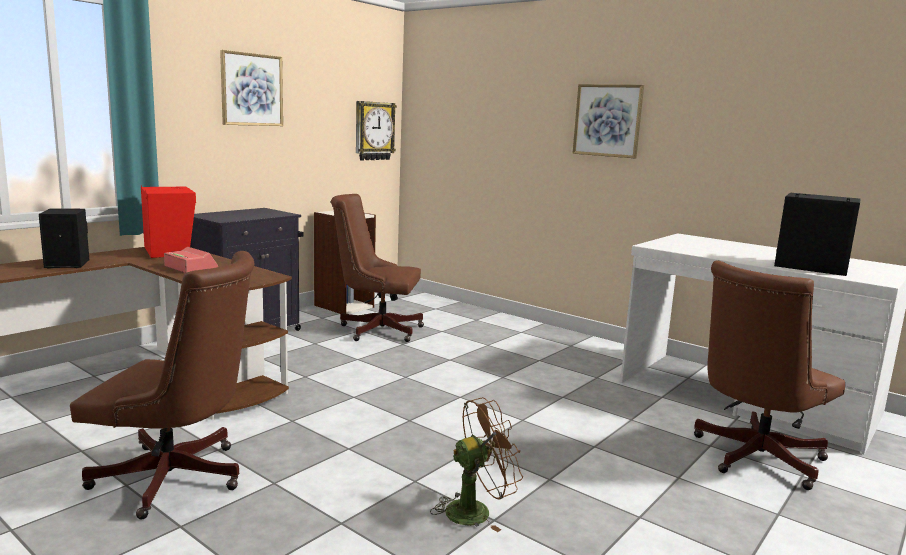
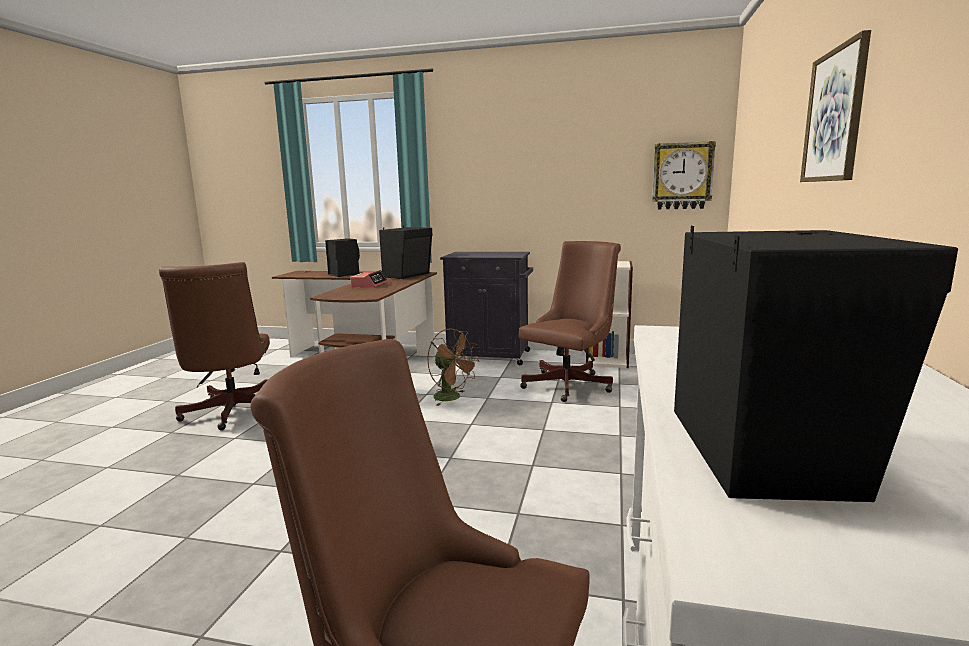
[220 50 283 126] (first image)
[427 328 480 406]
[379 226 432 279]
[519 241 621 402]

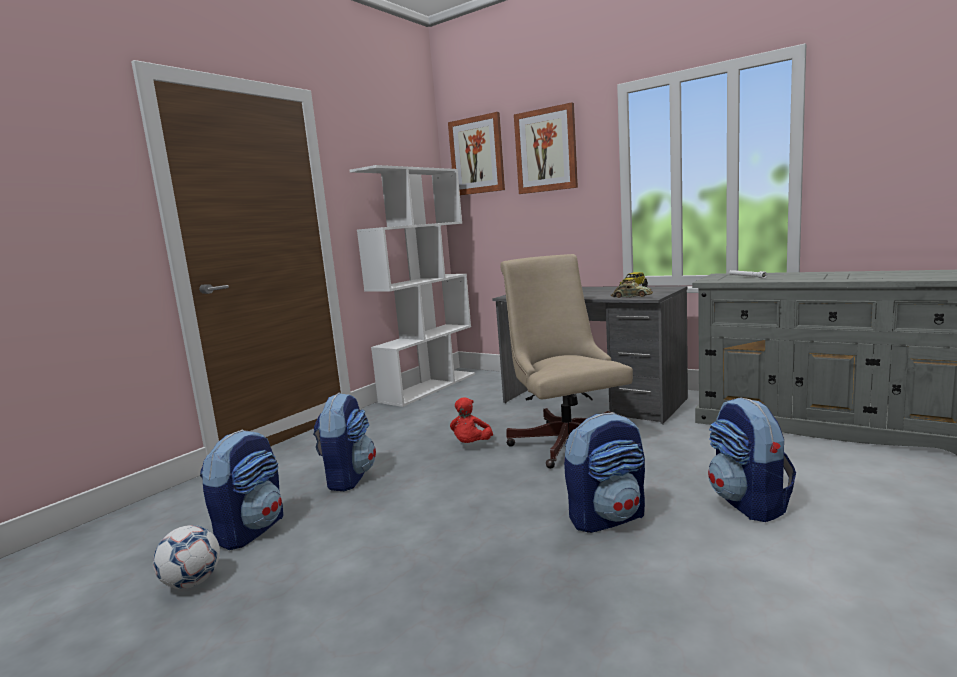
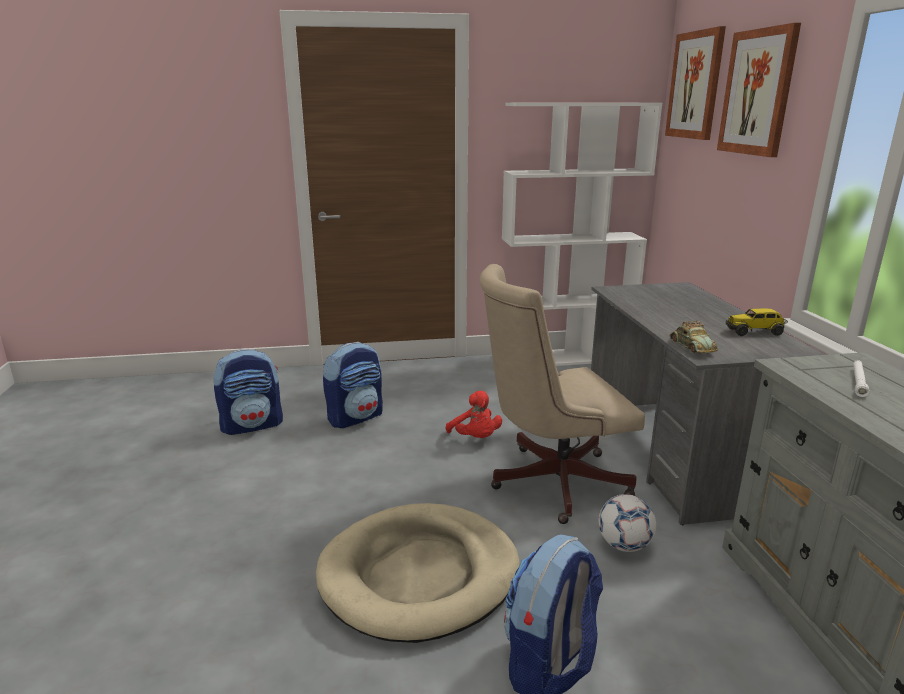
[599 494 656 552]
[316 503 520 643]
[446 391 502 438]
[479 264 645 524]

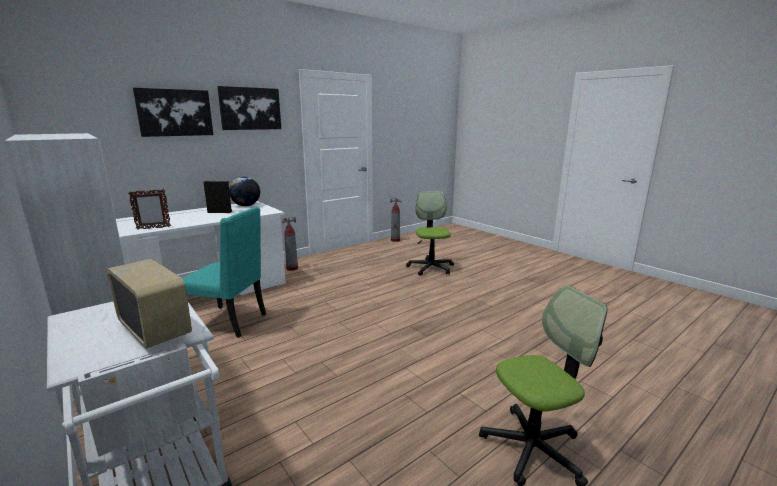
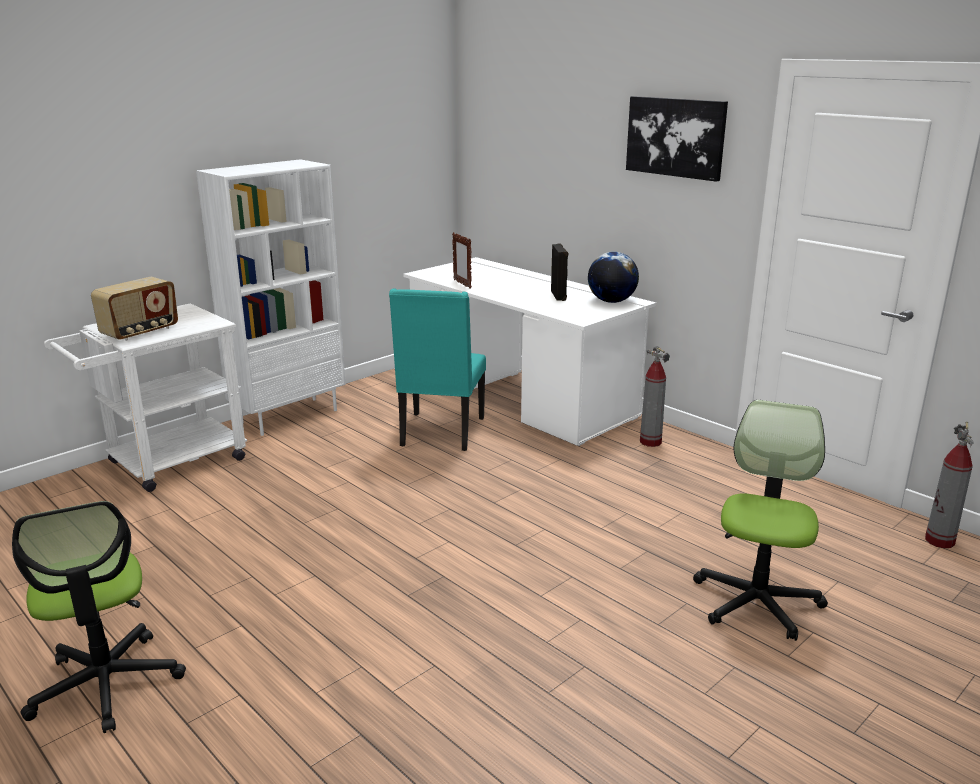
[133 88 213 137] (first image)
[693 400 828 641]

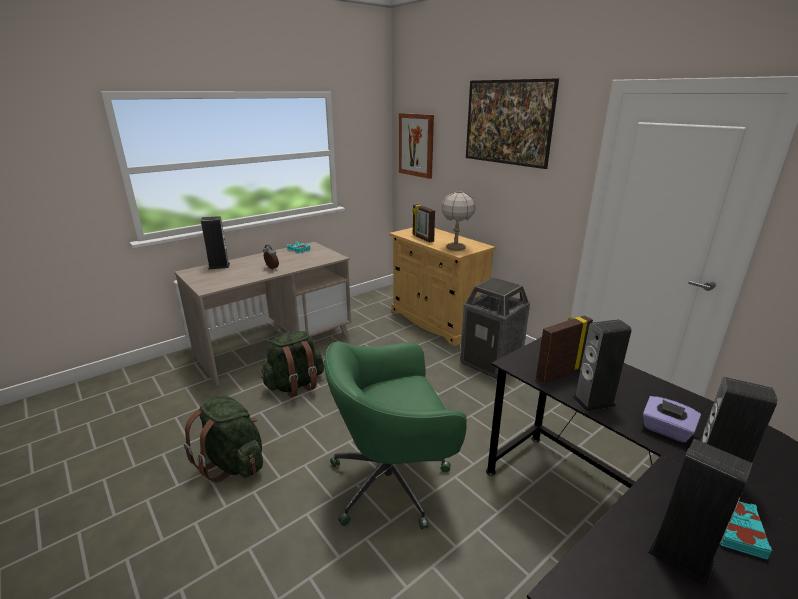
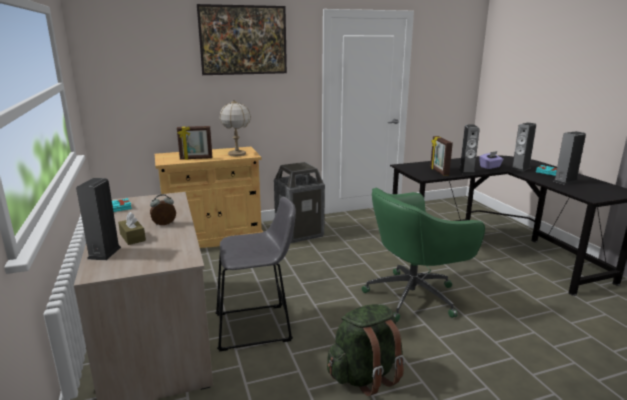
[399 113 434 179] (first image)
[118 212 146 245]
[215 197 296 351]
[362 188 485 322]

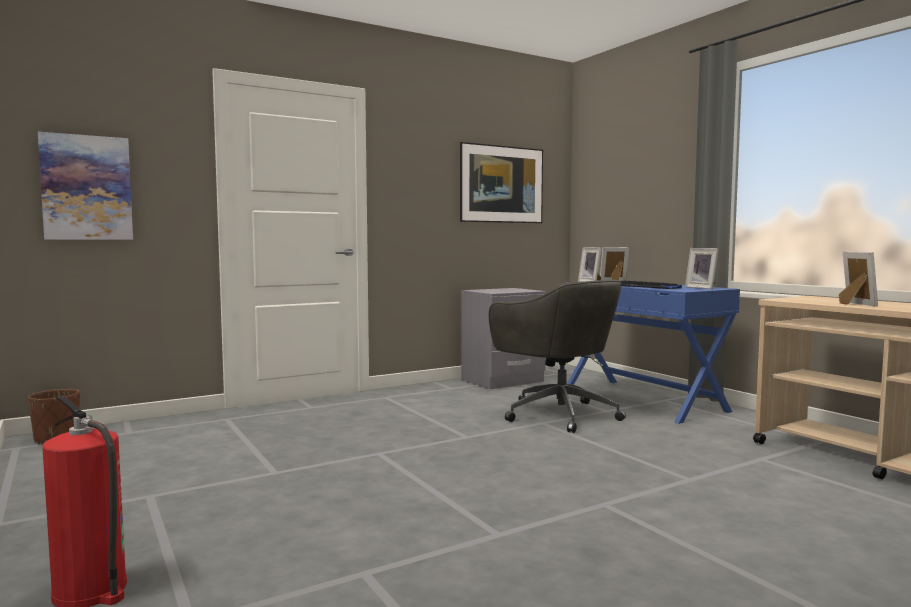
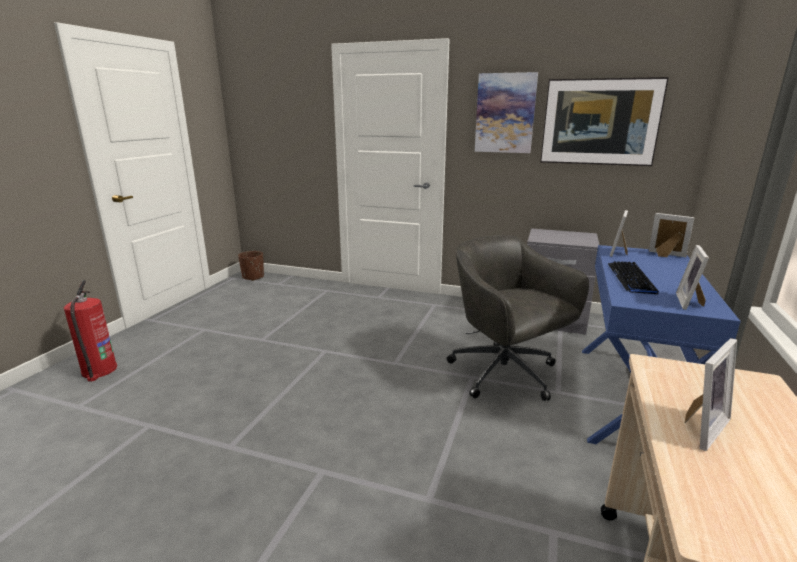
[475 72 538 153]
[447 235 589 401]

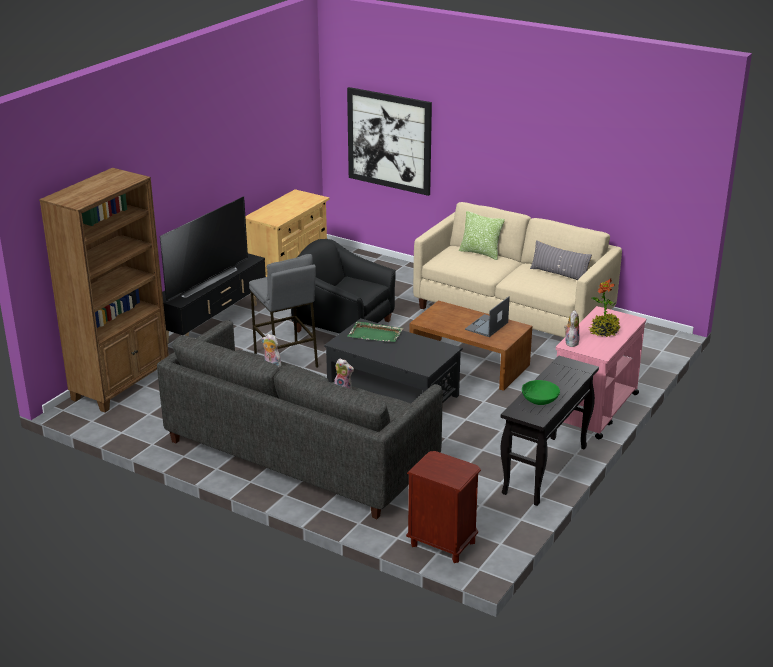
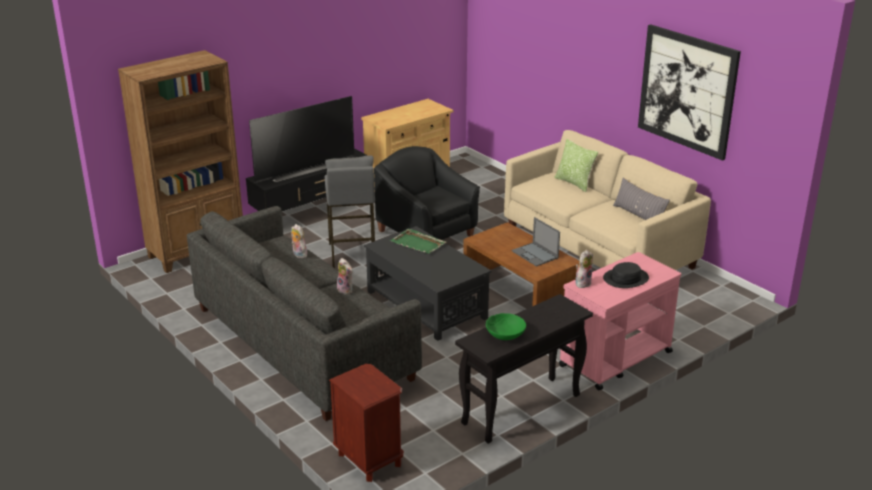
[638 24 741 161]
[603 262 649 288]
[512 217 560 267]

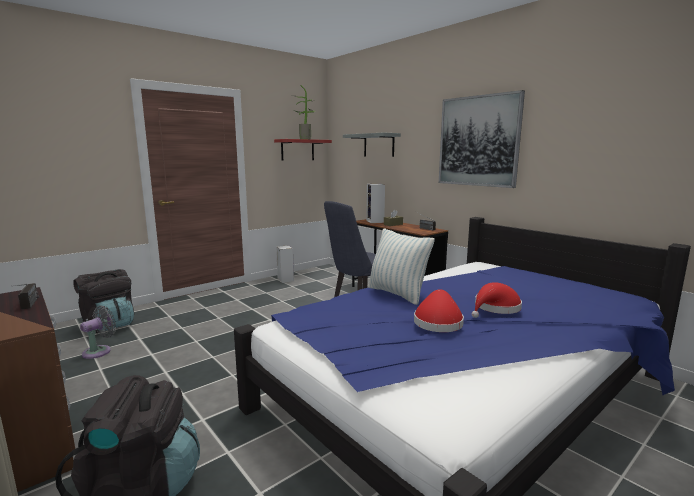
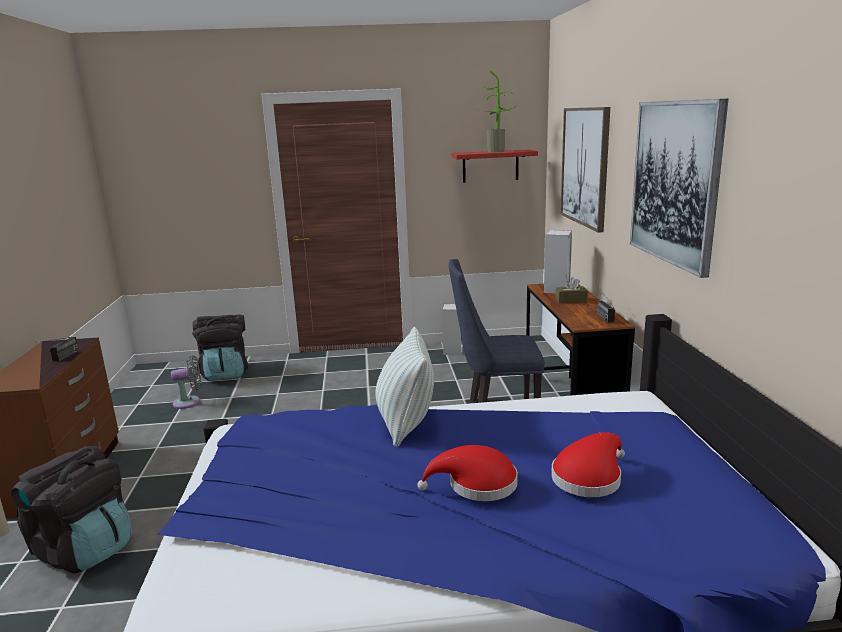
[551 432 625 497]
[560 107 610 233]

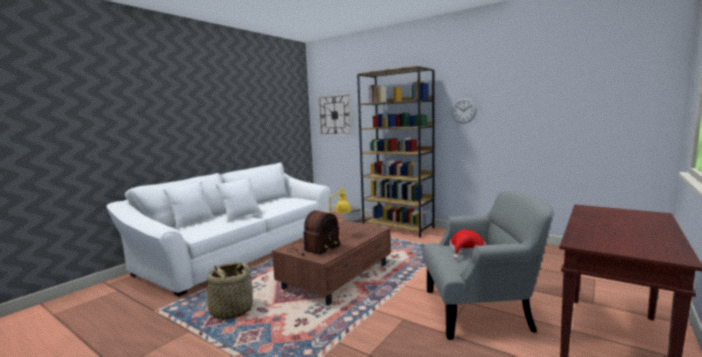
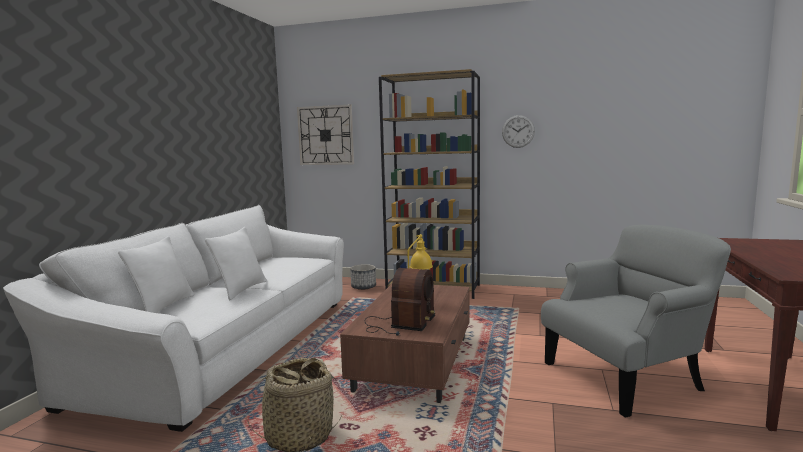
[450 230 486 260] (first image)

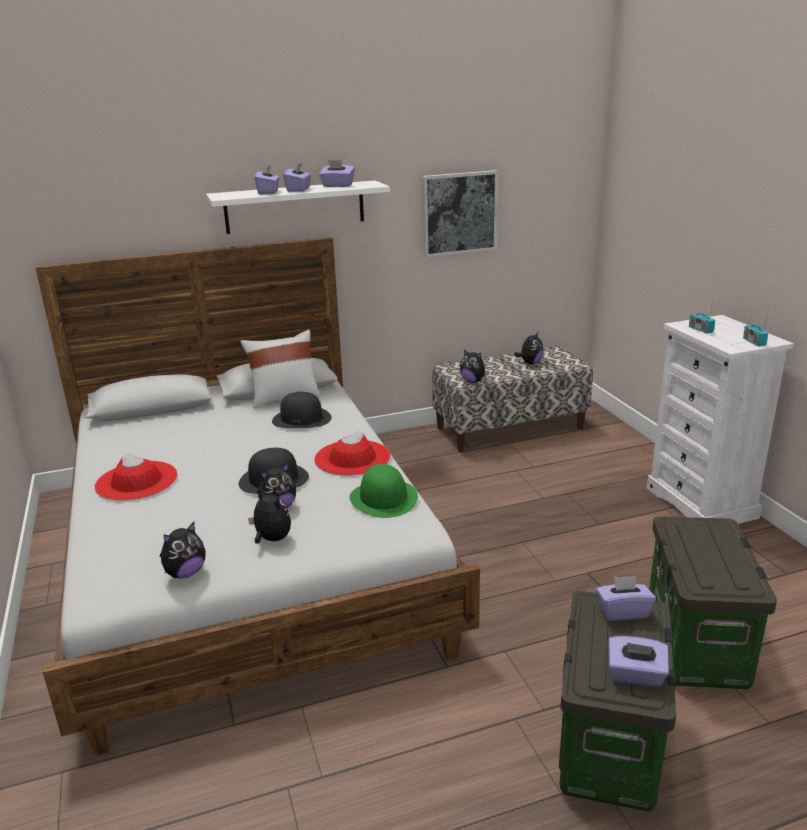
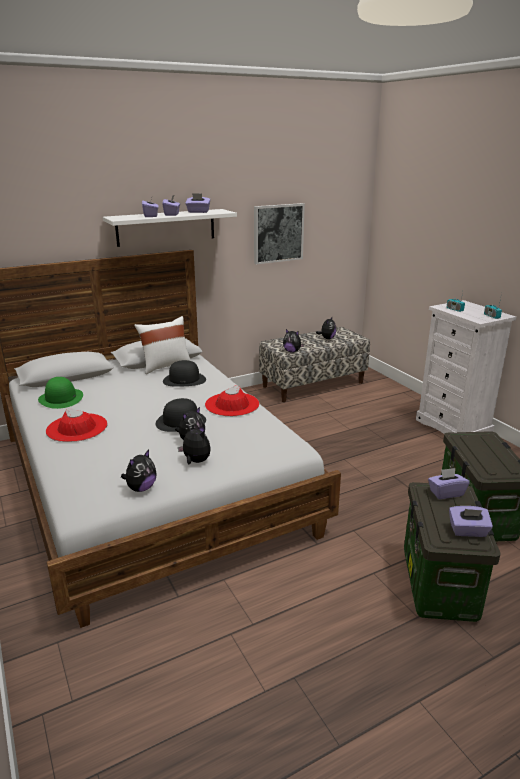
[38 377 83 409]

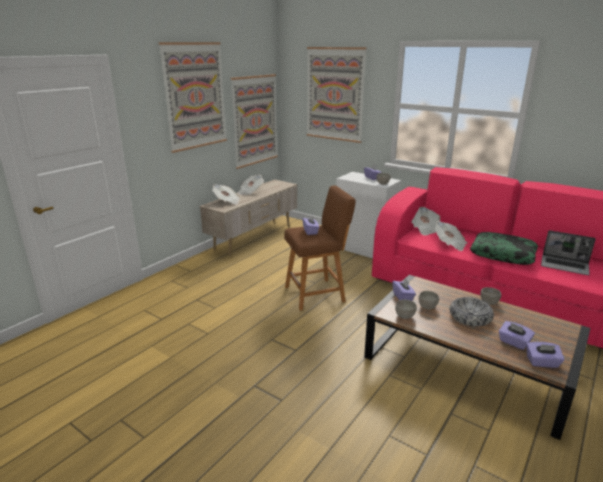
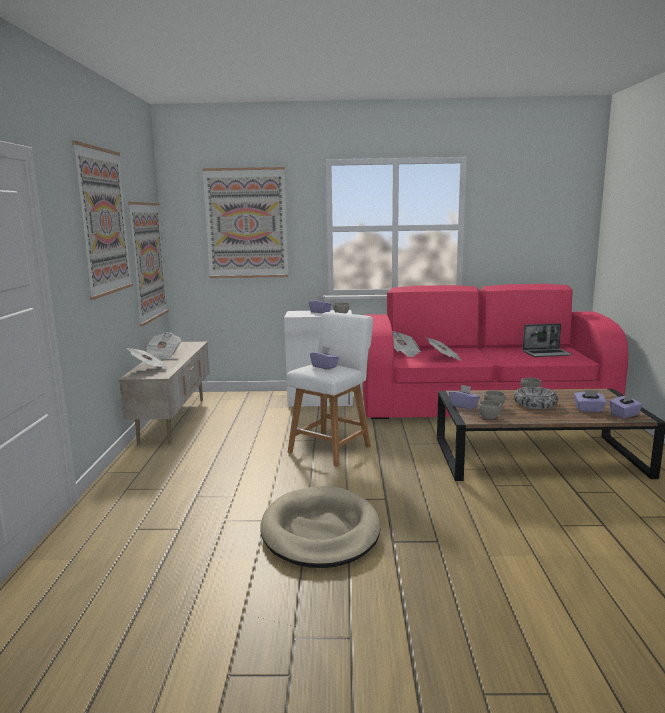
[470 232 538 265] (first image)
[260 486 380 568]
[286 312 373 467]

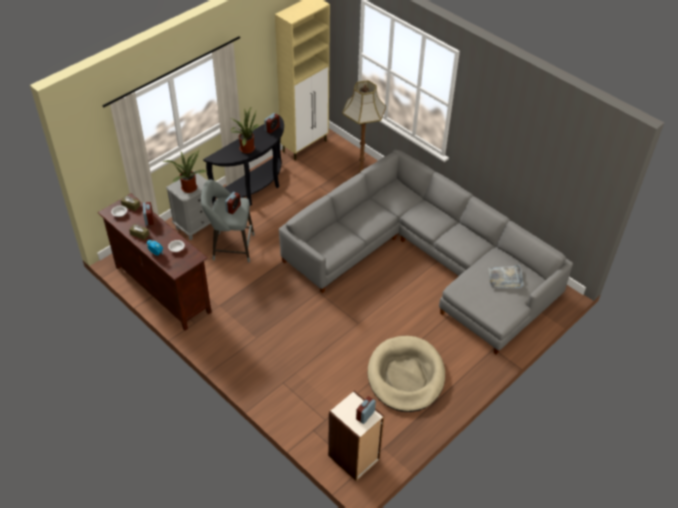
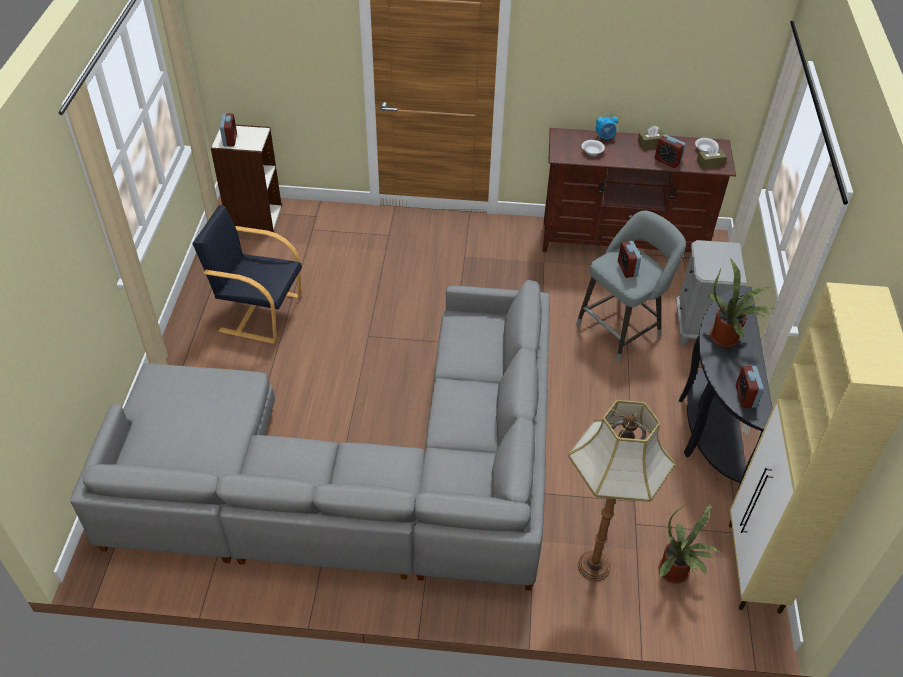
[488 265 523 288] (first image)
[658 503 721 584]
[192 205 302 344]

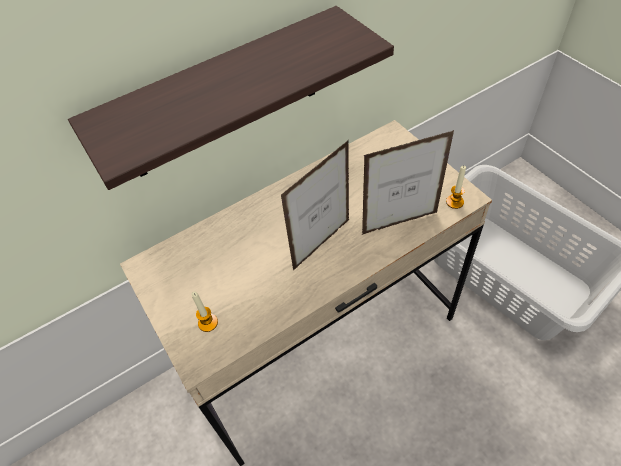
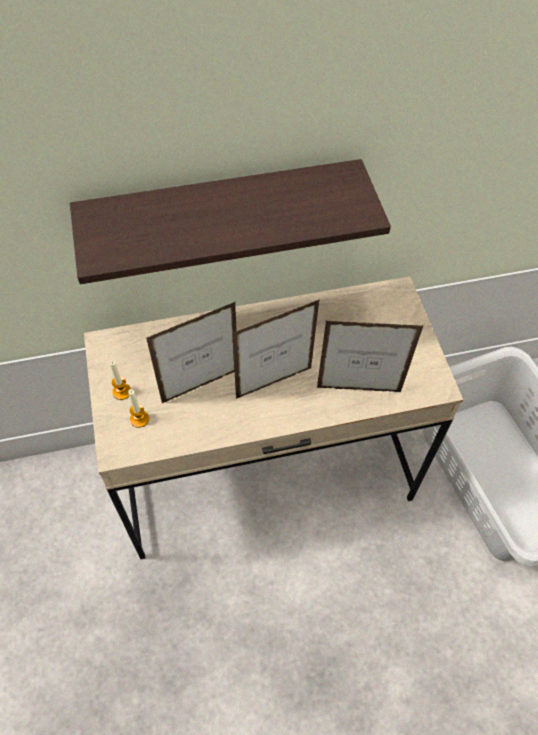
[146 301 237 403]
[110 361 131 400]

